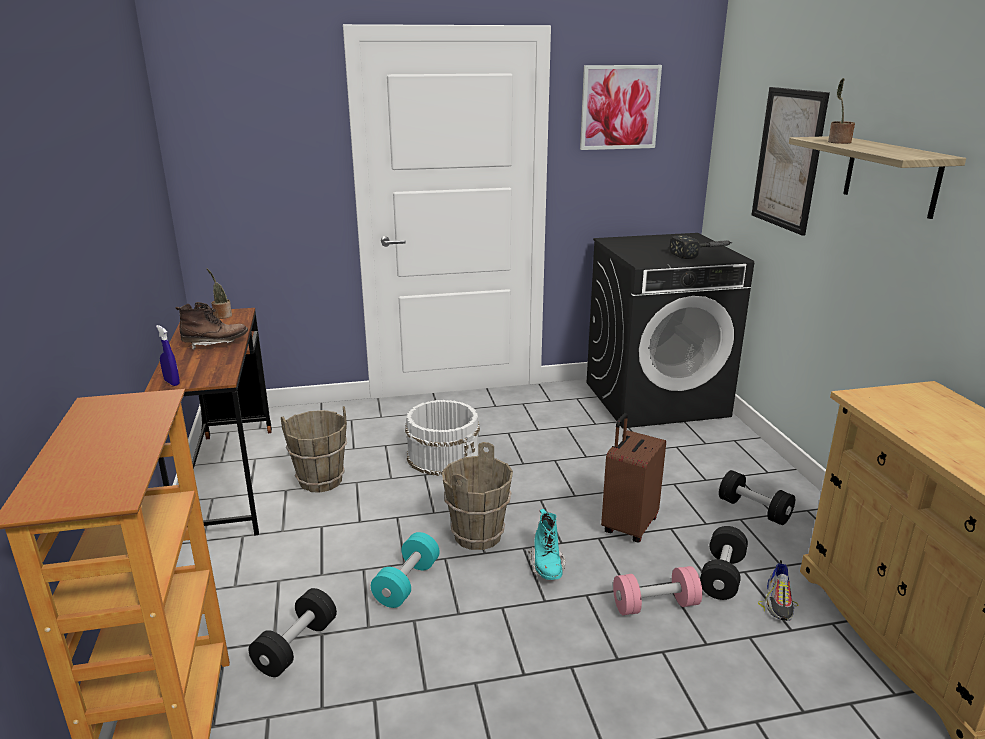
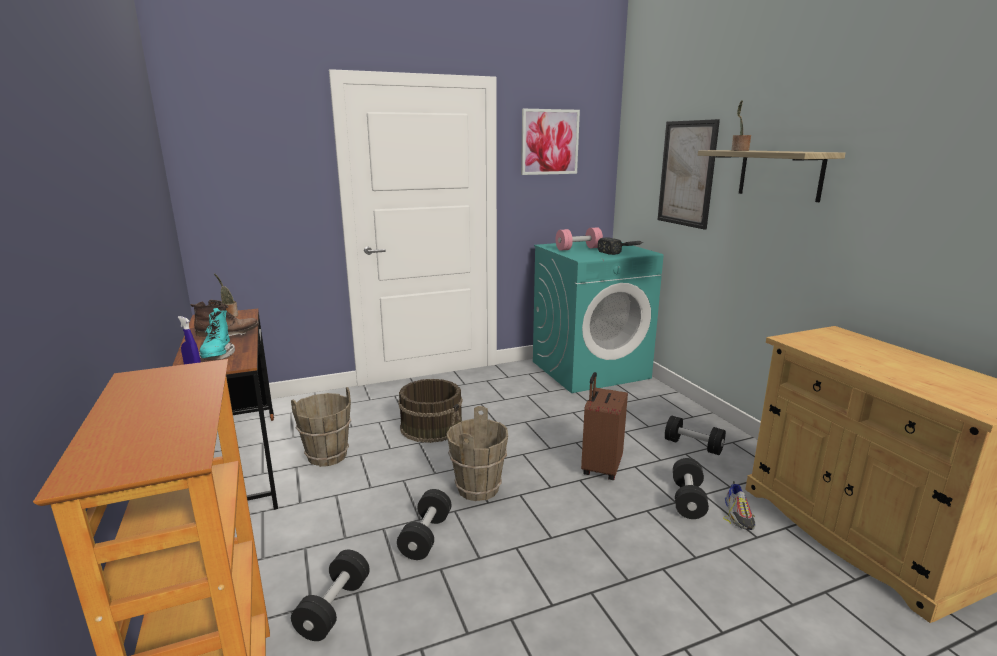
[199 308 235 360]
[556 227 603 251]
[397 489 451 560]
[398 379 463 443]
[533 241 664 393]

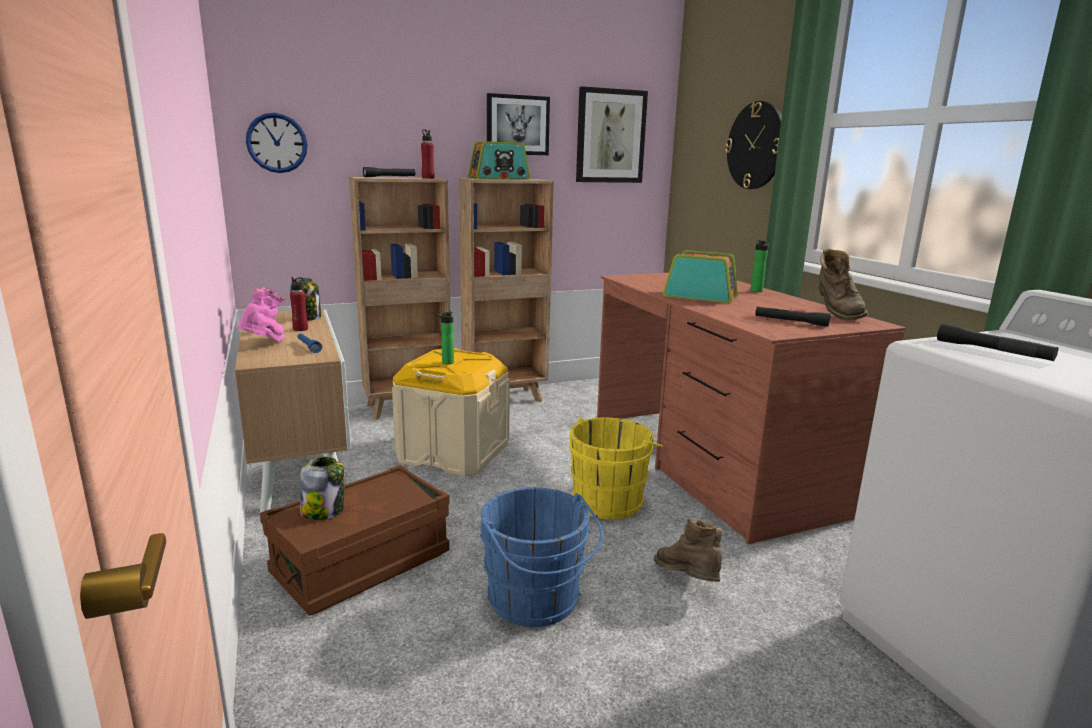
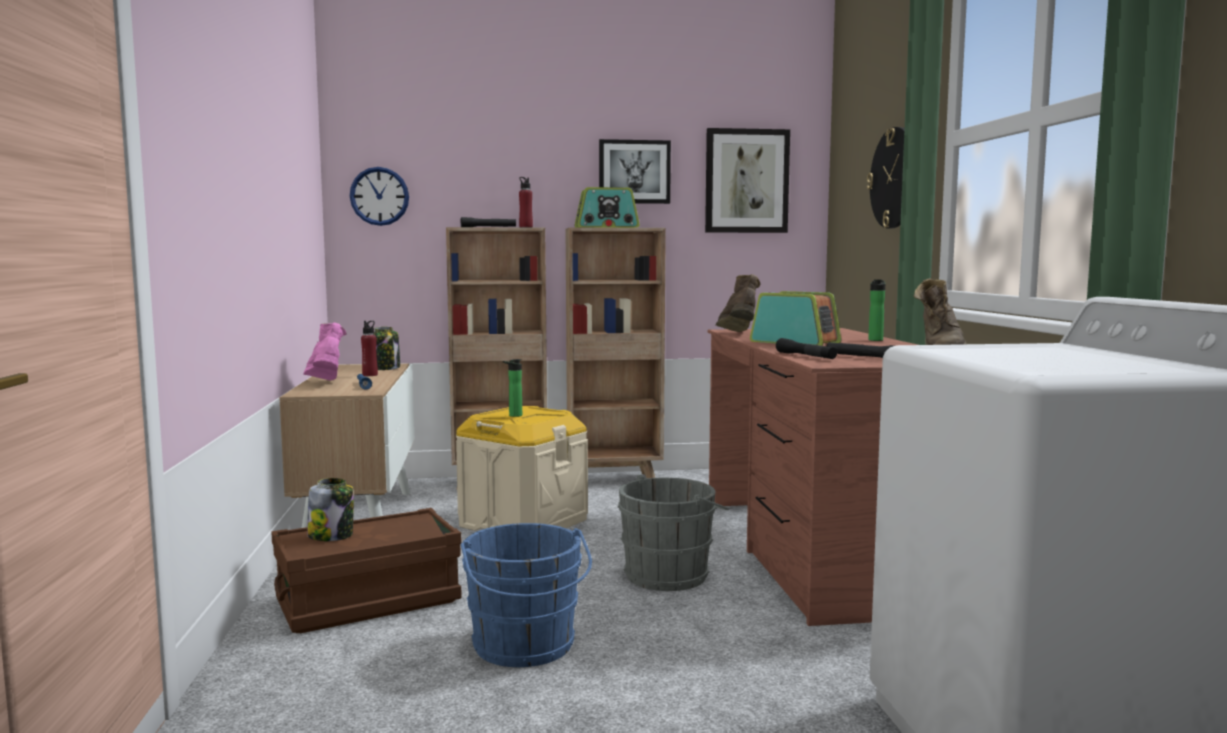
[716 274 760 332]
[776 338 837 359]
[617 474 729 591]
[303 323 346 381]

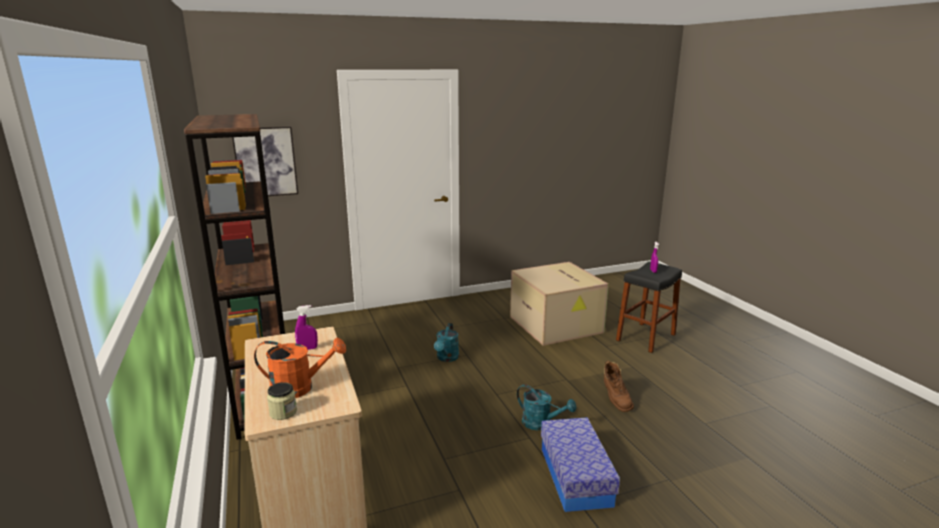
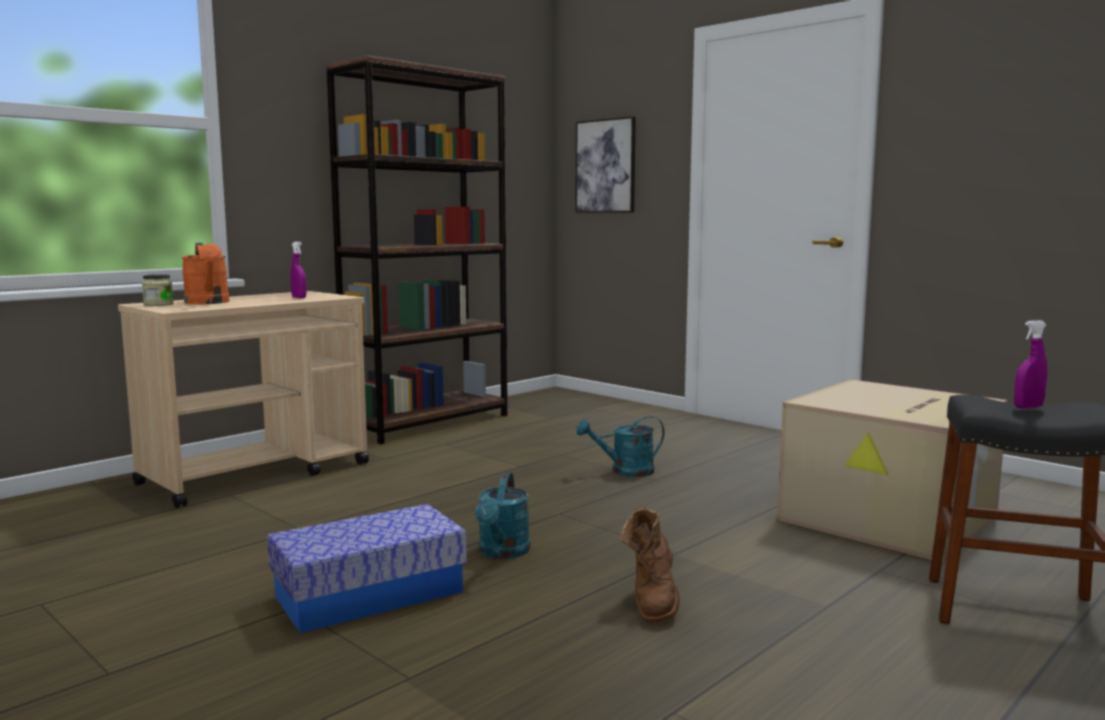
[620 507 680 623]

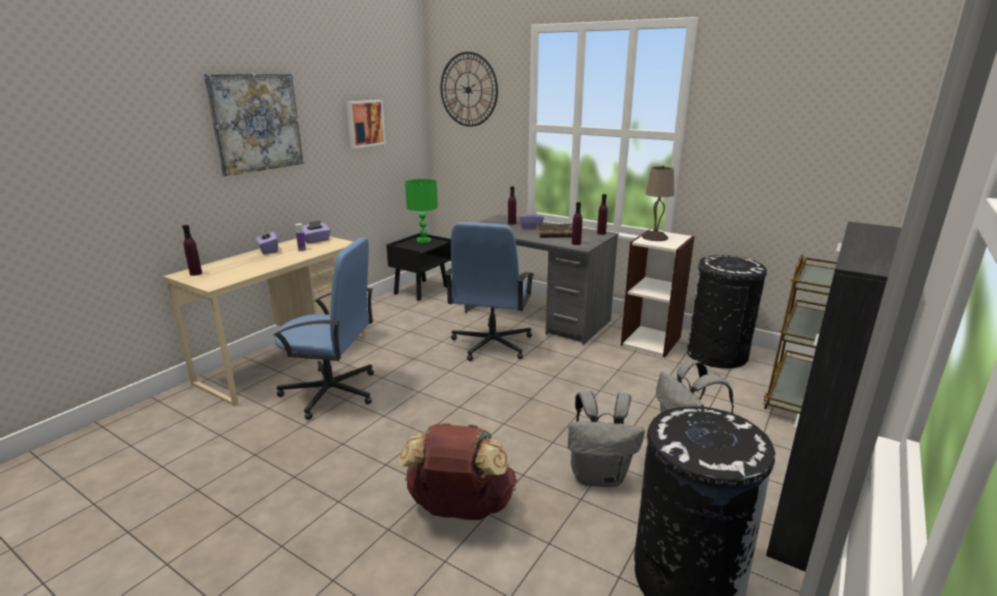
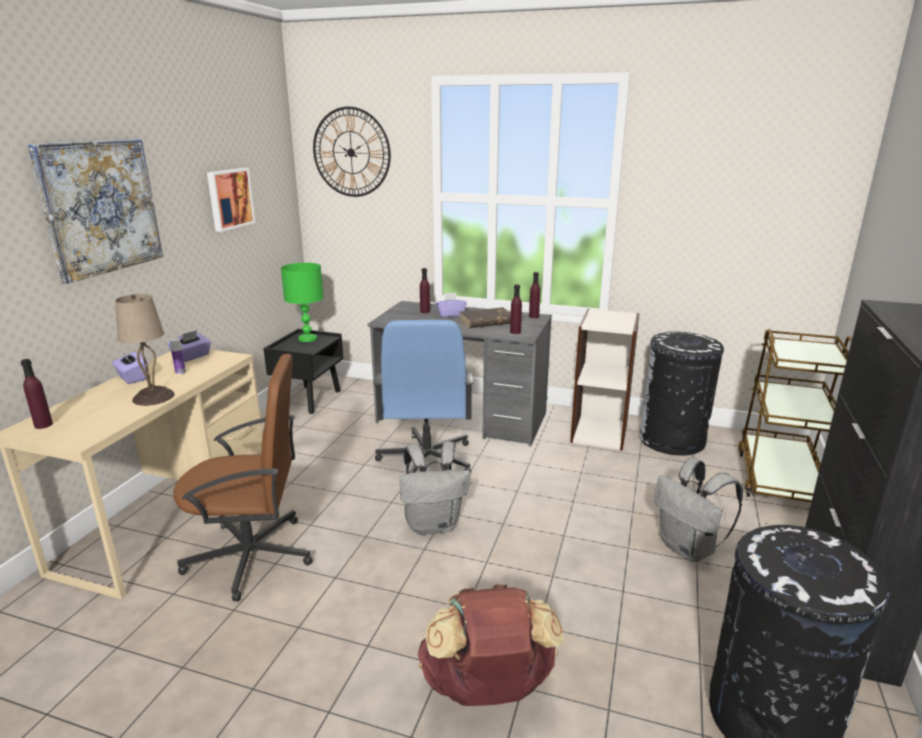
[400 441 471 535]
[115 294 175 406]
[173 354 313 602]

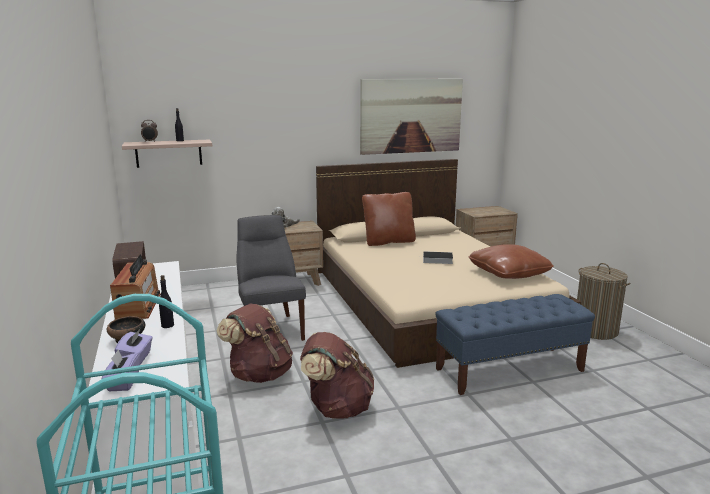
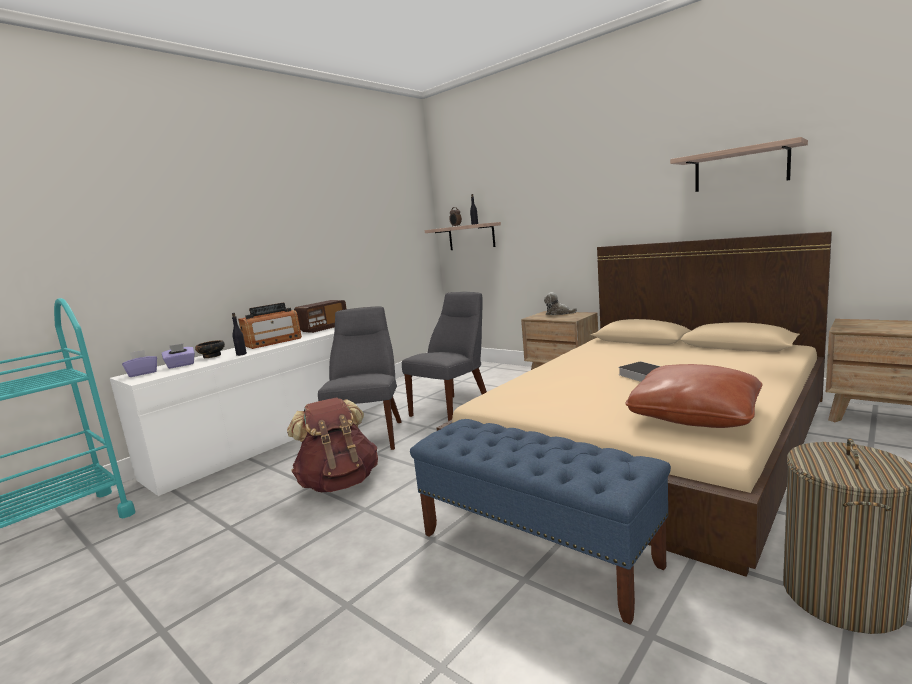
[362 192 416 246] (first image)
[318 307 402 450]
[670 137 808 192]

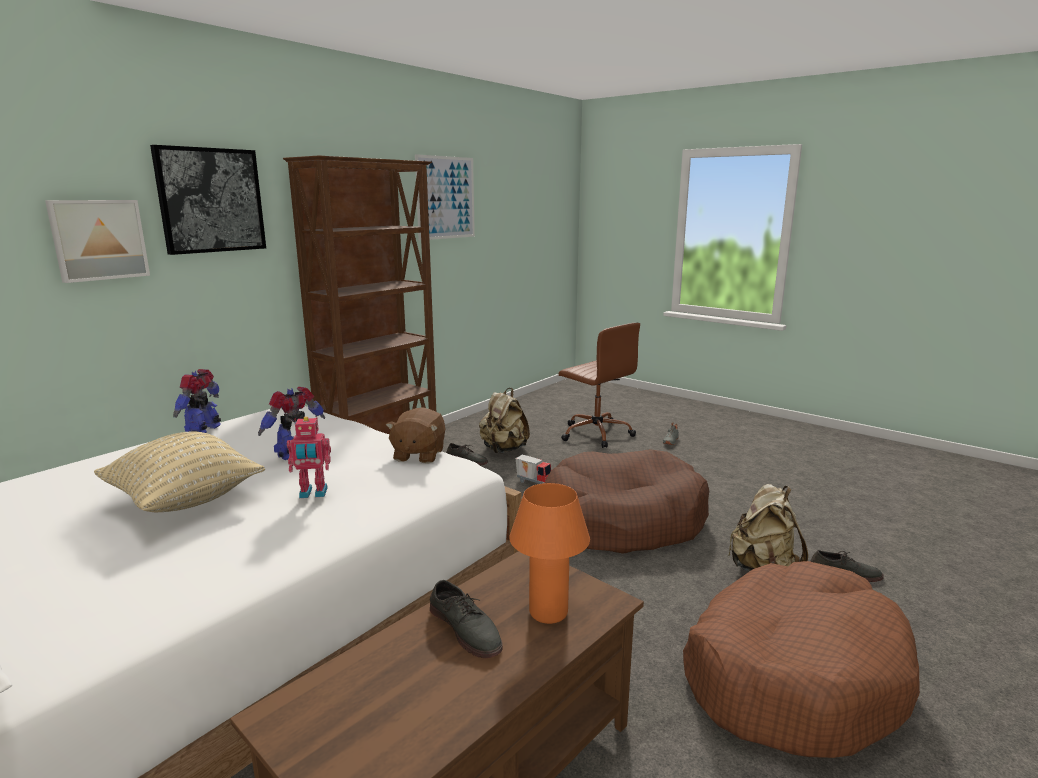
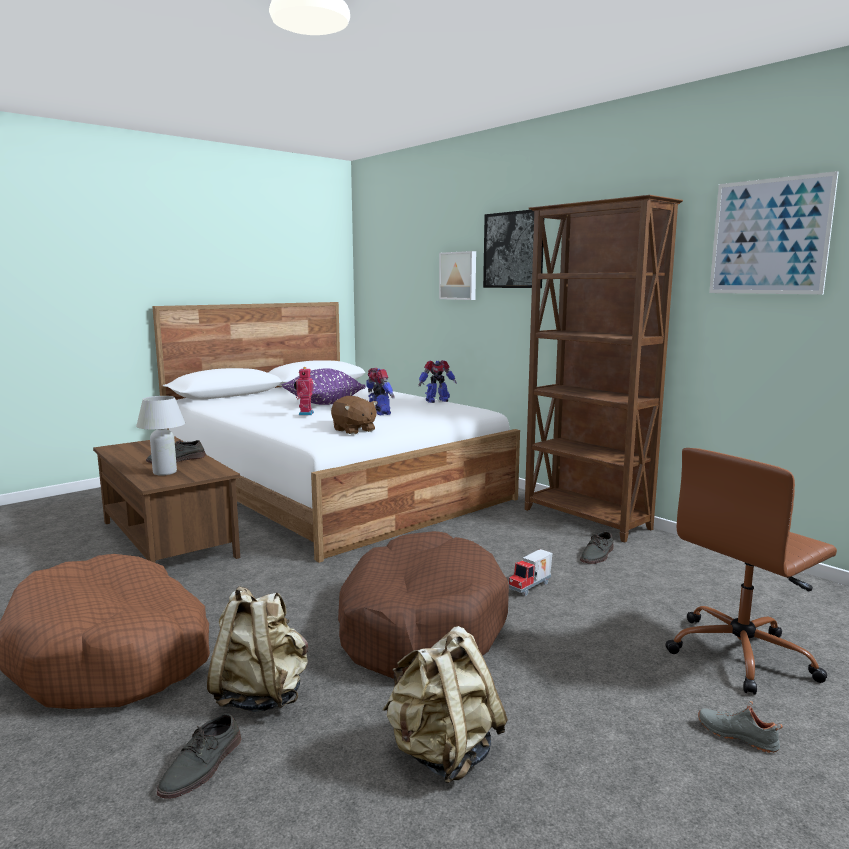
[382 626 508 784]
[282 369 366 405]
[136 396 185 476]
[419 360 457 403]
[331 396 378 435]

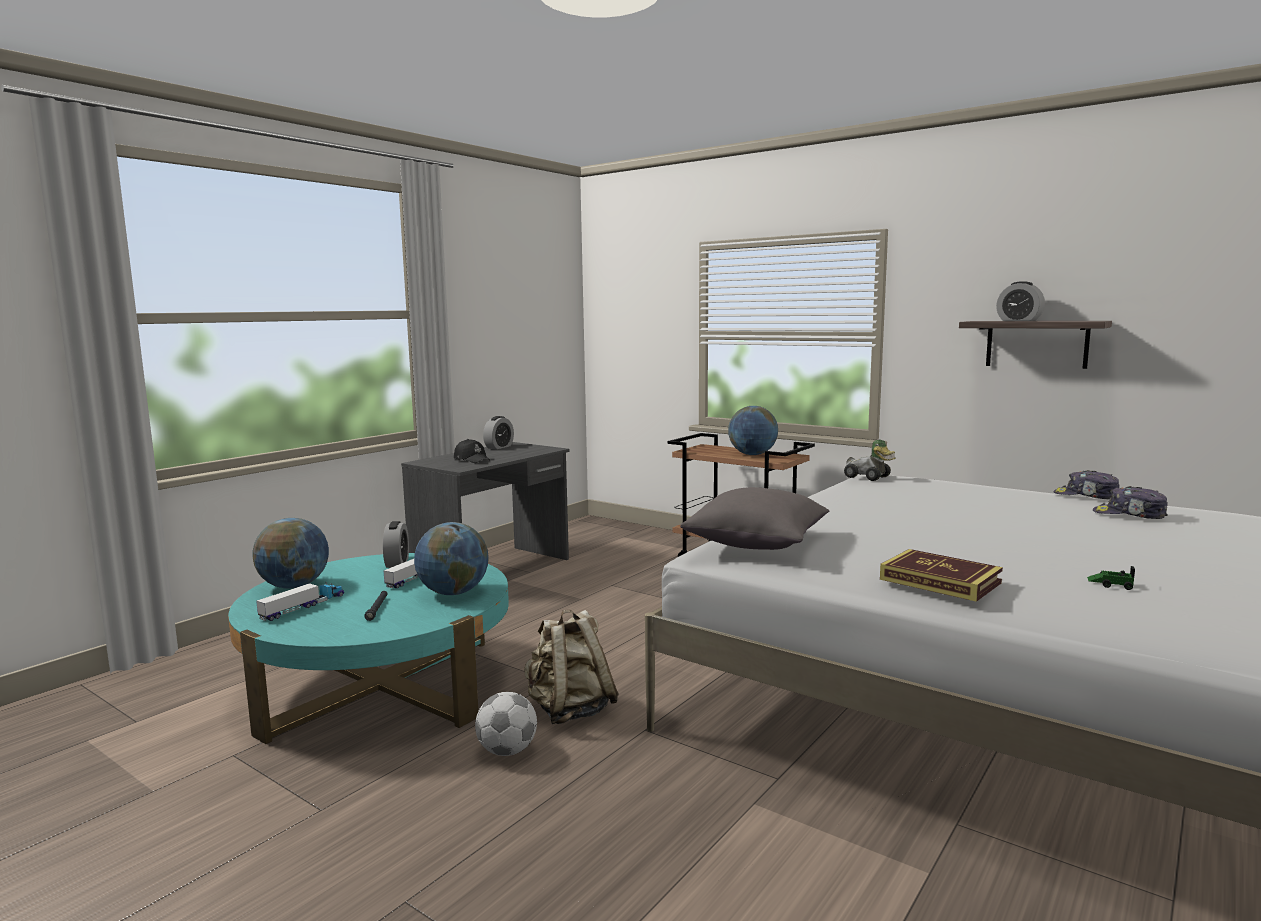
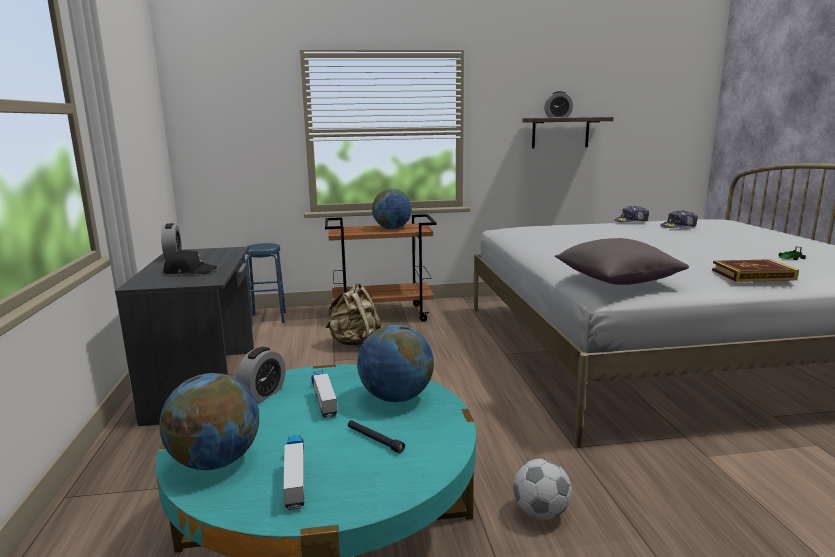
[844 440 895 481] (first image)
[246 243 286 325]
[326 283 381 348]
[236 347 285 403]

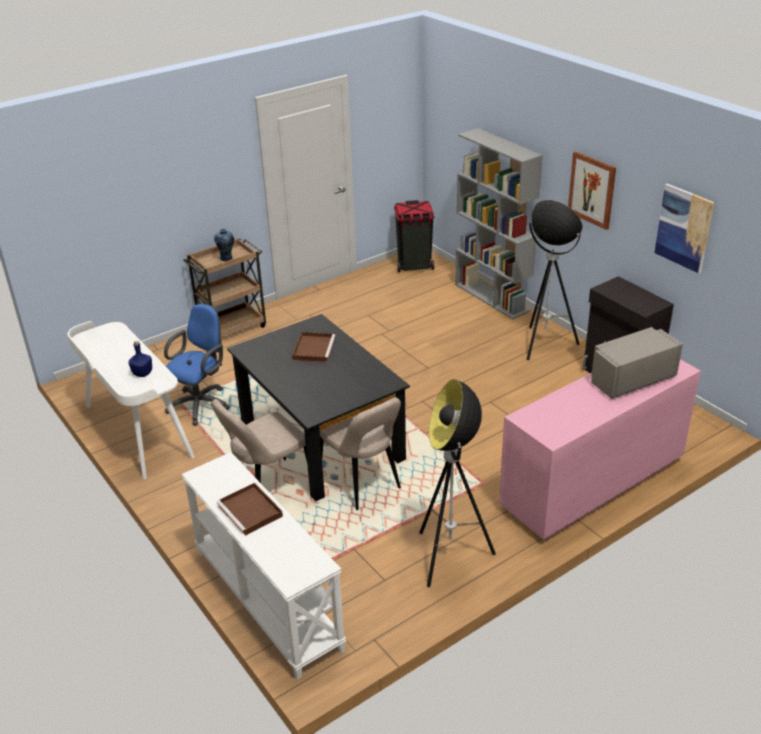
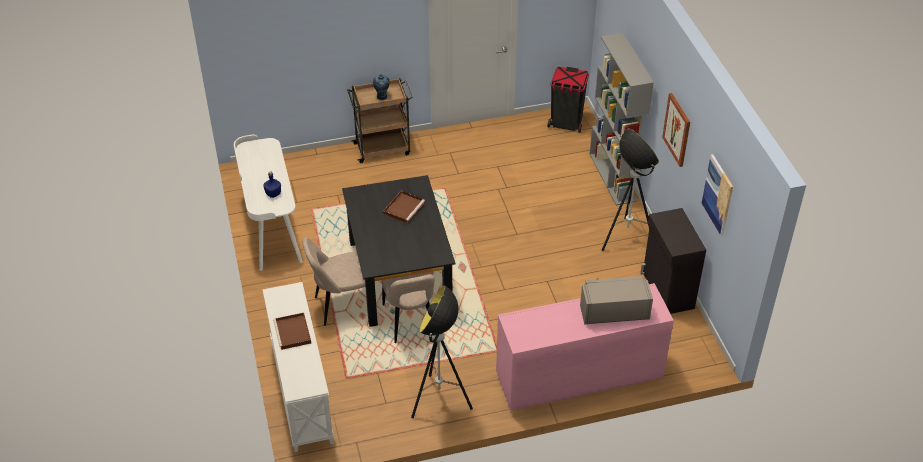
[164 304 230 426] (first image)

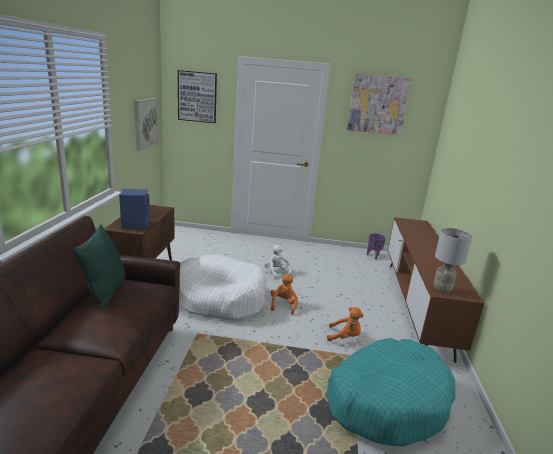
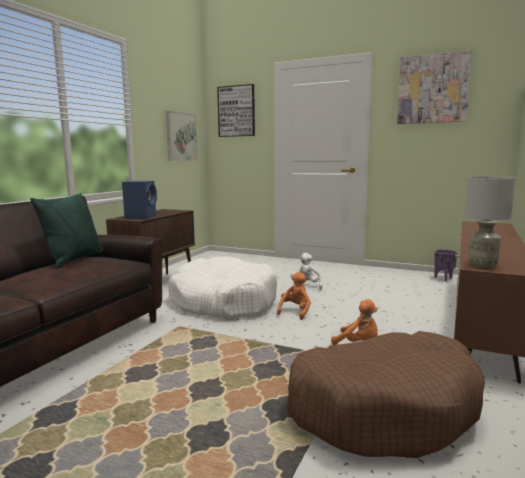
[286 331 485 458]

